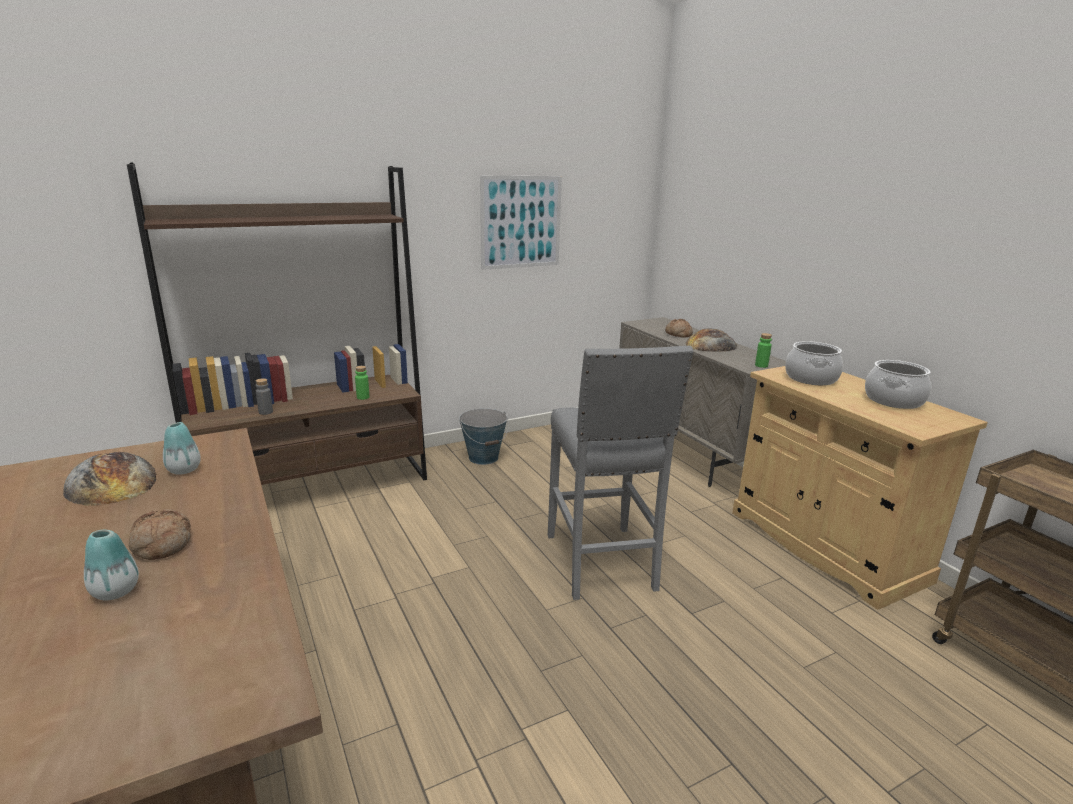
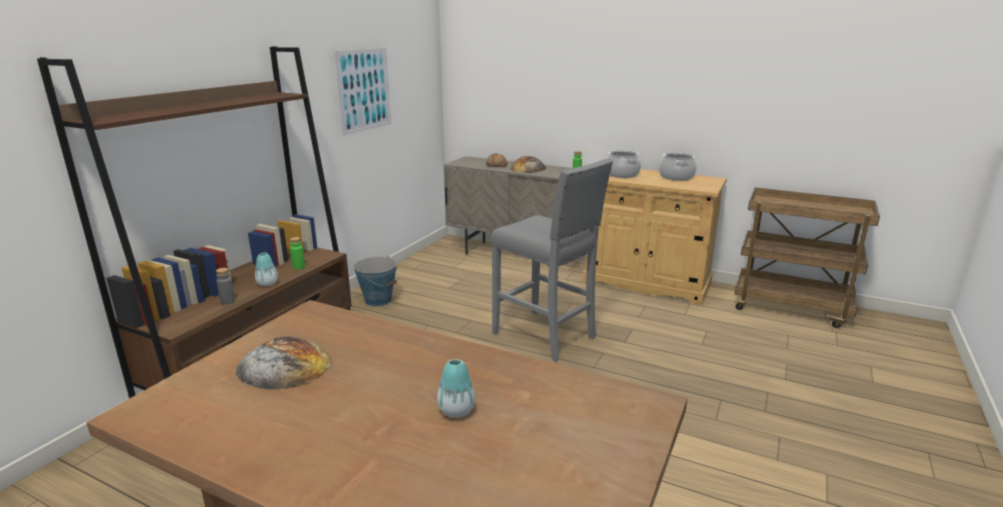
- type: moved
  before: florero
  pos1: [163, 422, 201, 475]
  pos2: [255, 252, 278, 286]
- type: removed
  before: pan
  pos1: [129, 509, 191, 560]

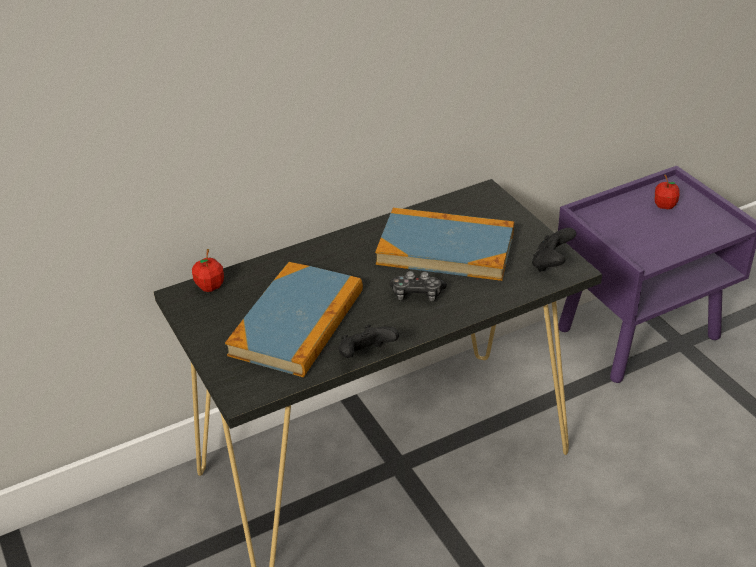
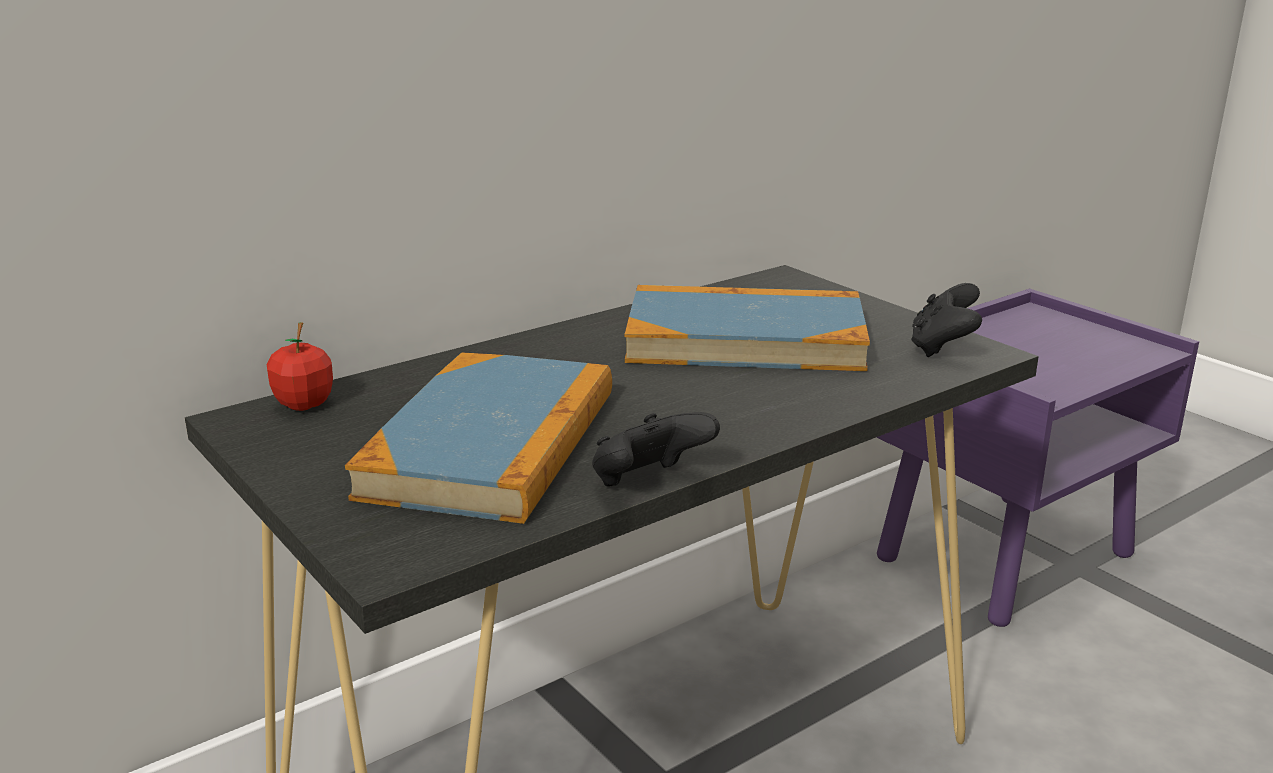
- type: removed
  before: mando de consola
  pos1: [390, 271, 447, 301]
- type: removed
  before: manzana
  pos1: [654, 175, 680, 209]

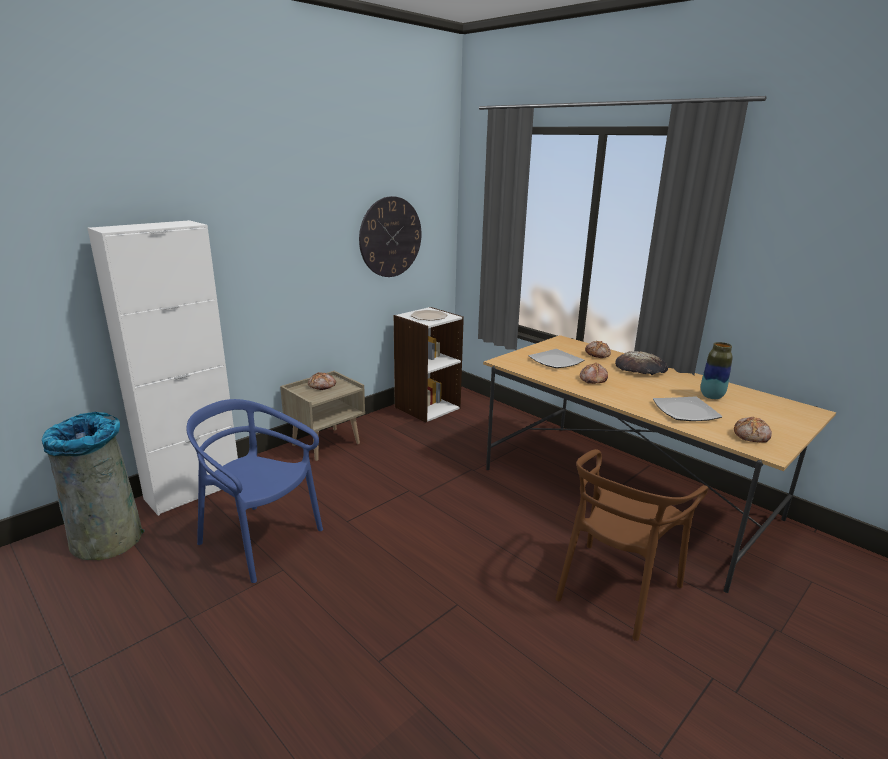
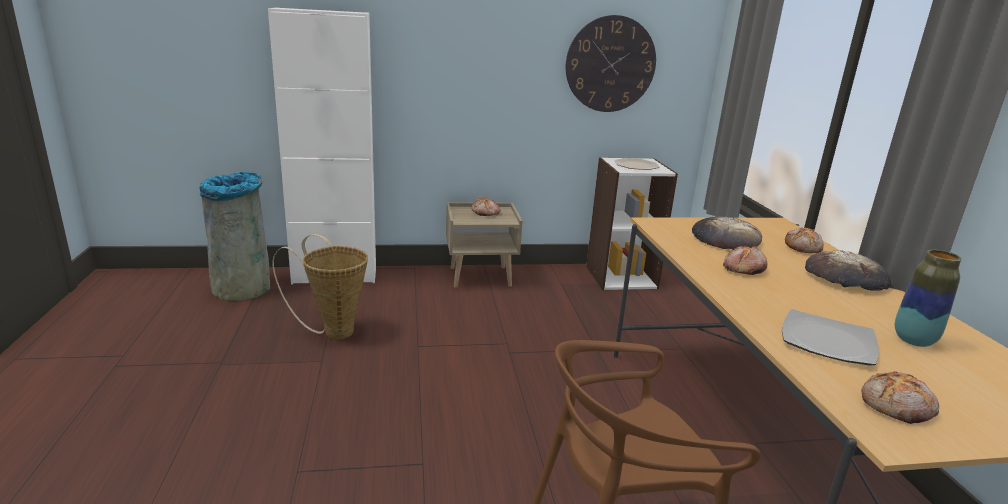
- type: replaced
  before: silla (azul)
  after: cesta
  pos1: [187, 399, 323, 583]
  pos2: [272, 234, 368, 340]
- type: replaced
  before: plato
  after: pan
  pos1: [529, 349, 585, 368]
  pos2: [692, 217, 762, 249]

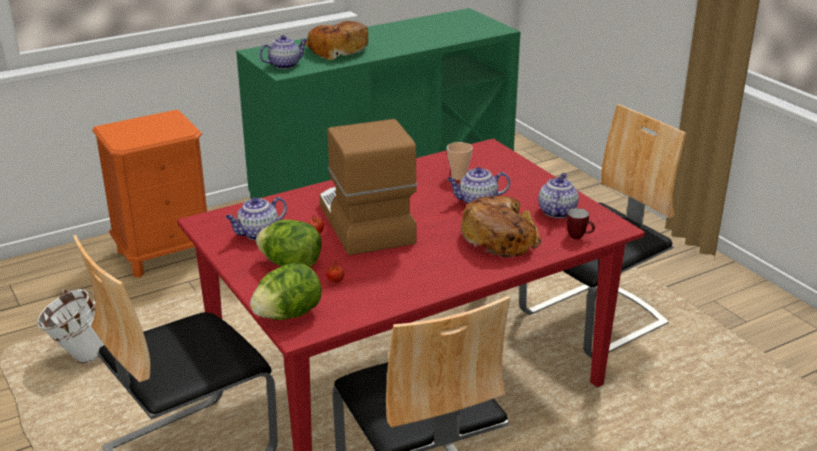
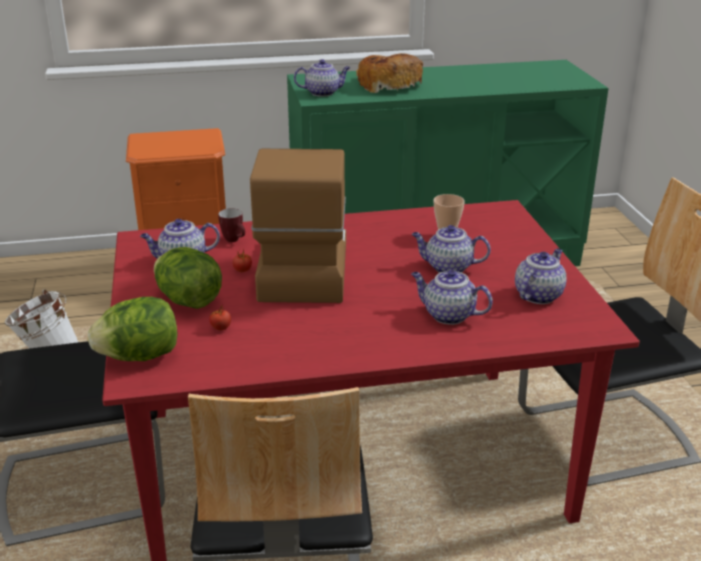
- type: moved
  before: taza grande
  pos1: [566, 208, 595, 240]
  pos2: [218, 208, 245, 242]
- type: replaced
  before: pan
  after: tetera
  pos1: [461, 196, 542, 257]
  pos2: [411, 269, 493, 325]

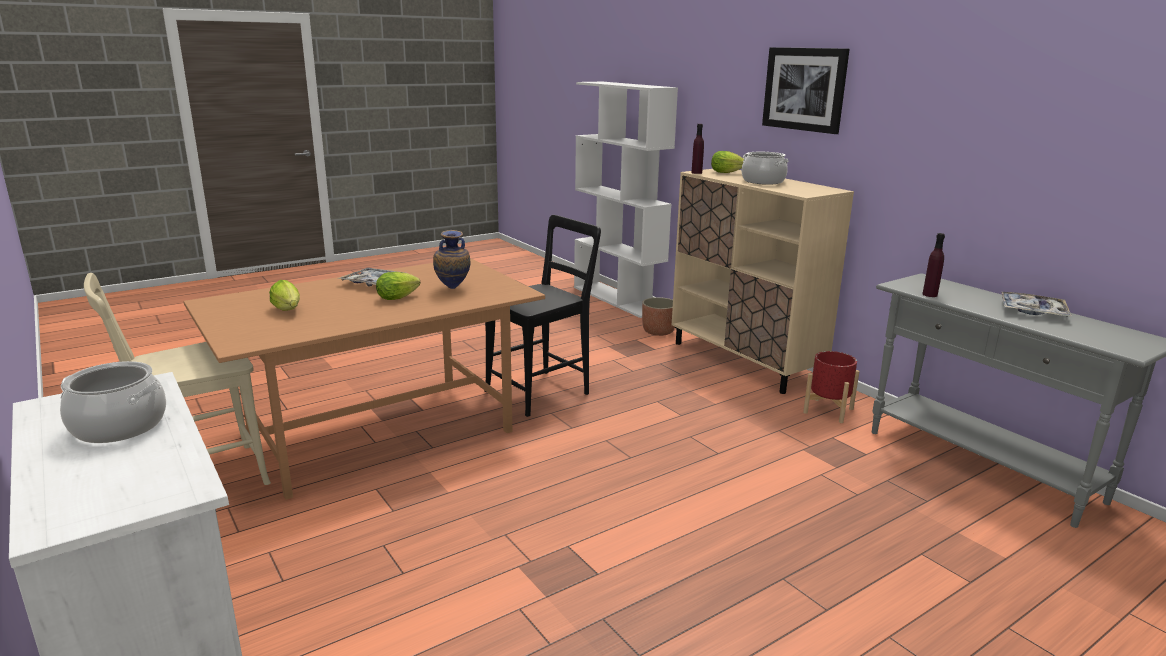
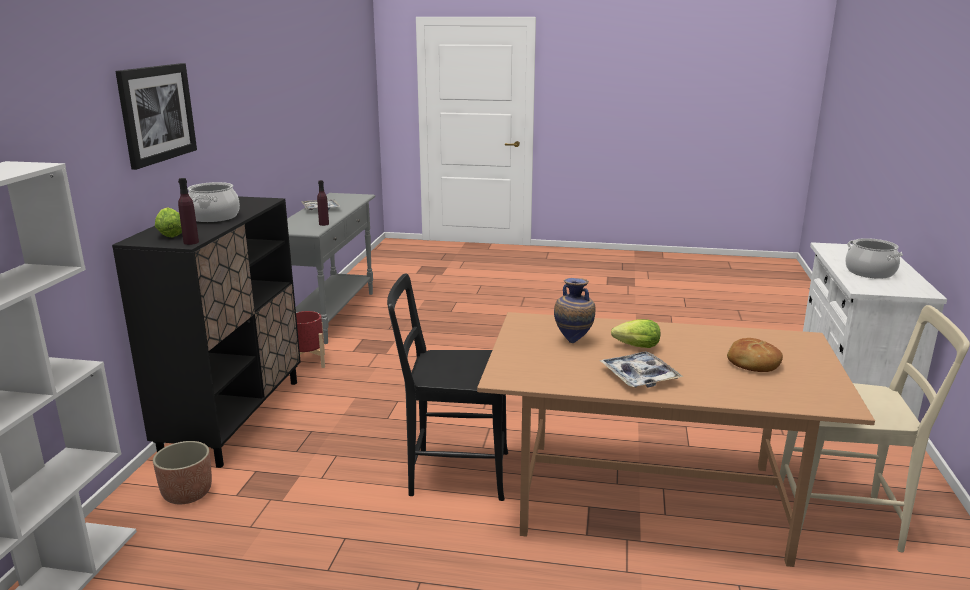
- type: recoloured
  before: armario (beis)
  after: armario (negro)
  pos1: [672, 169, 854, 394]
  pos2: [112, 196, 301, 468]
- type: replaced
  before: lechuga
  after: pan
  pos1: [269, 280, 300, 311]
  pos2: [727, 338, 783, 372]

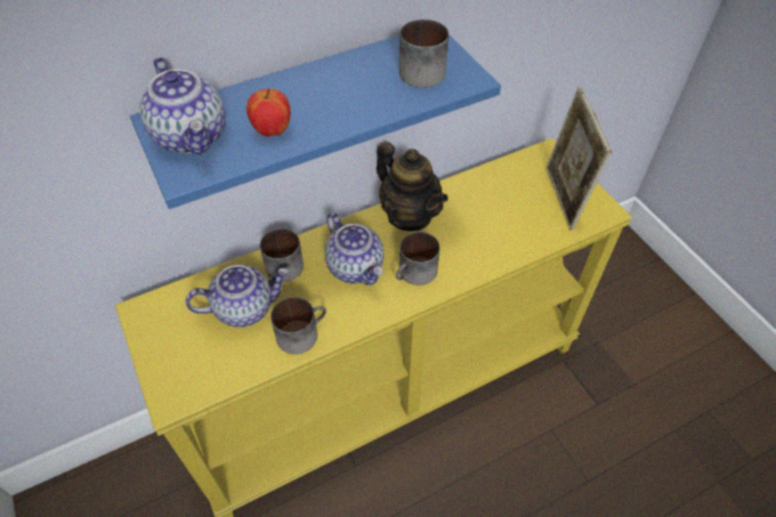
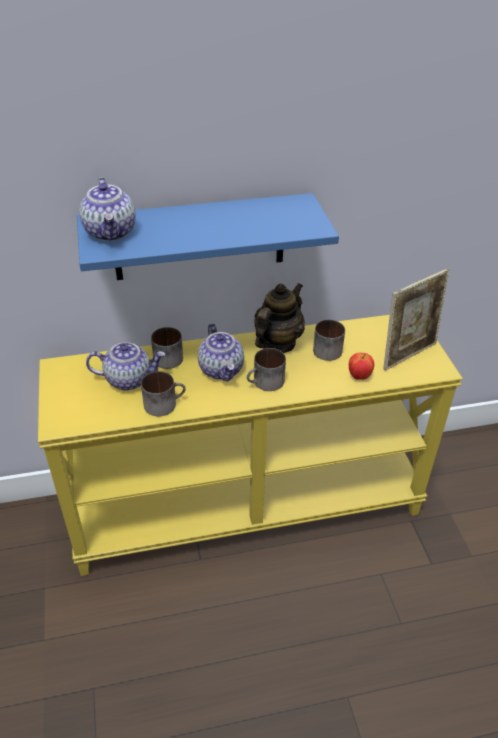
- type: turned
  before: tetera
  pos1: [376, 142, 448, 231]
  pos2: [254, 283, 305, 353]
  turn: -120
- type: moved
  before: taza grande
  pos1: [399, 19, 449, 88]
  pos2: [313, 320, 345, 361]
- type: moved
  before: manzana
  pos1: [246, 89, 291, 137]
  pos2: [349, 353, 374, 380]
- type: turned
  before: portarretratos
  pos1: [546, 87, 612, 230]
  pos2: [383, 269, 449, 371]
  turn: -135

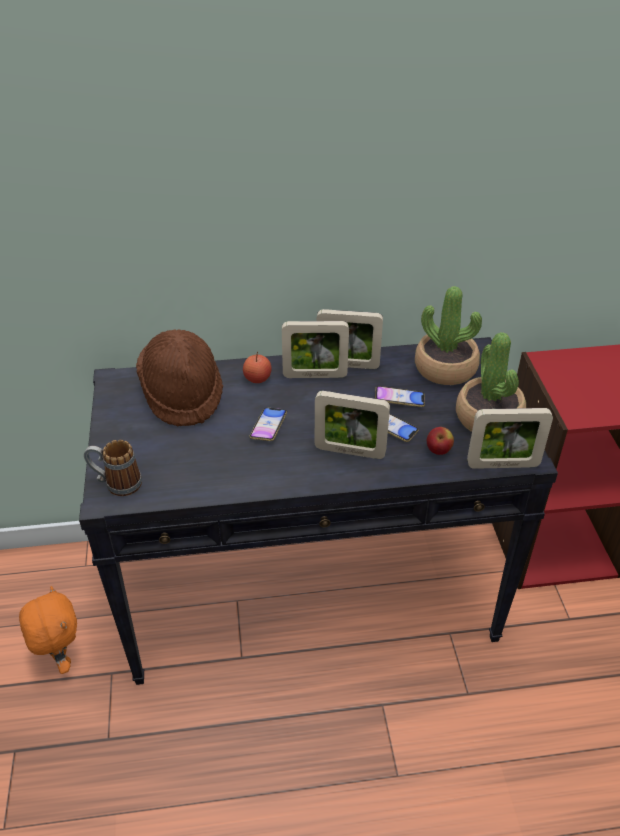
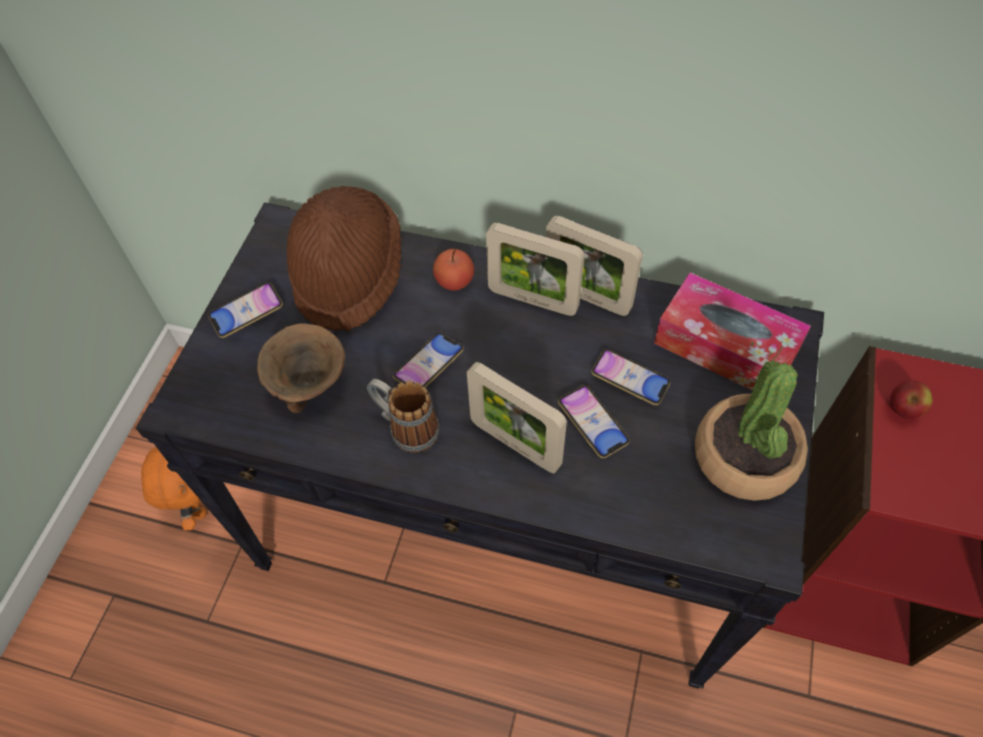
- type: added
  after: móvil
  pos2: [208, 282, 283, 338]
- type: added
  after: cuenco (marrón)
  pos2: [257, 323, 345, 413]
- type: moved
  before: taza grande
  pos1: [84, 440, 142, 496]
  pos2: [367, 379, 440, 453]
- type: replaced
  before: planta en maceta
  after: caja de pañuelos
  pos1: [415, 286, 482, 385]
  pos2: [654, 273, 811, 391]
- type: moved
  before: manzana
  pos1: [427, 427, 454, 455]
  pos2: [890, 380, 933, 419]
- type: removed
  before: portarretratos
  pos1: [467, 408, 553, 469]

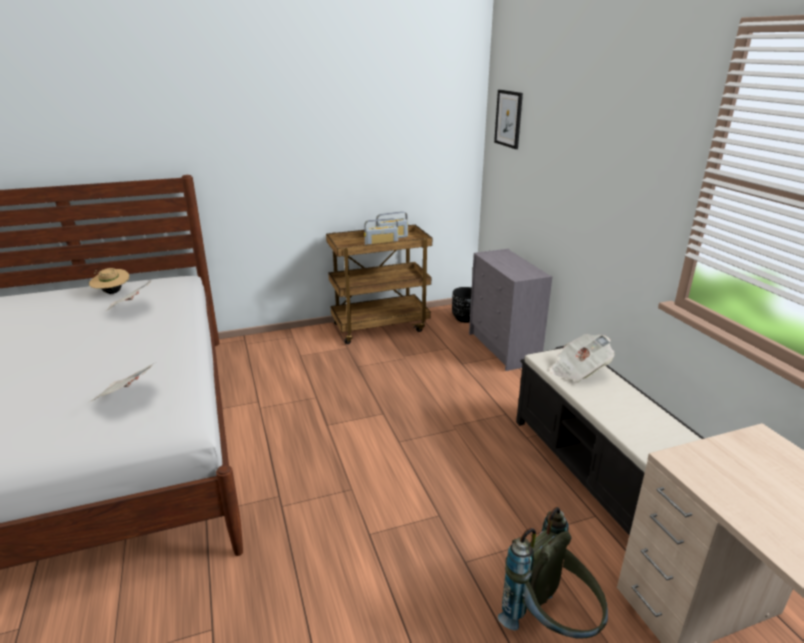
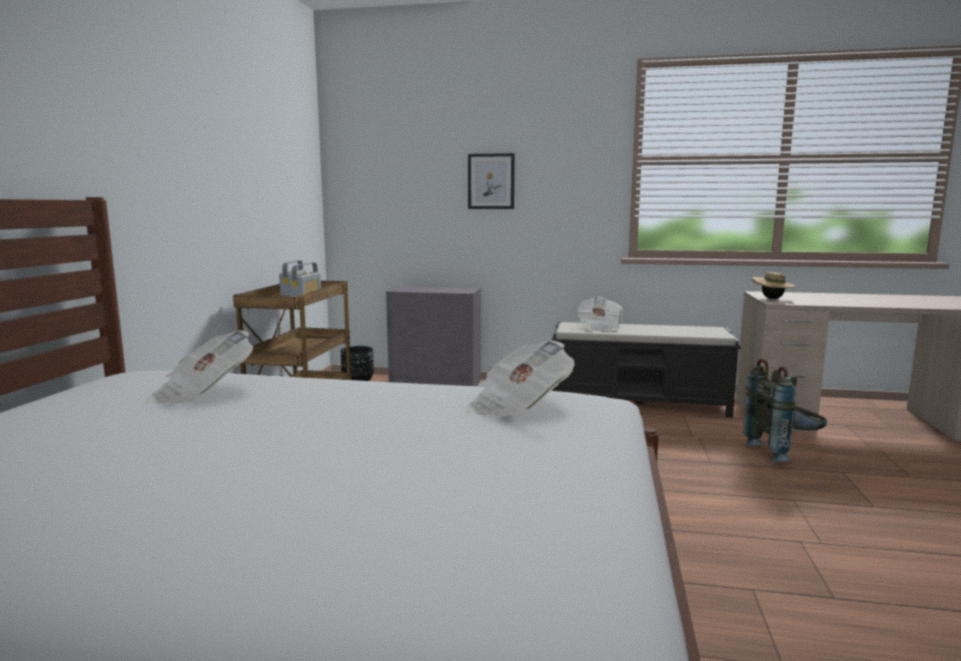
- type: moved
  before: cuadro
  pos1: [494, 90, 523, 149]
  pos2: [468, 153, 515, 209]
- type: moved
  before: sombrero (beis)
  pos1: [89, 268, 129, 294]
  pos2: [752, 272, 796, 299]

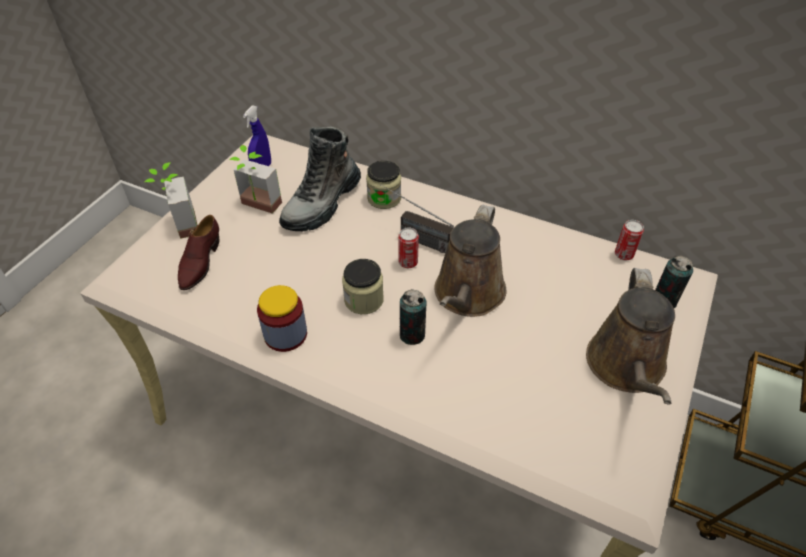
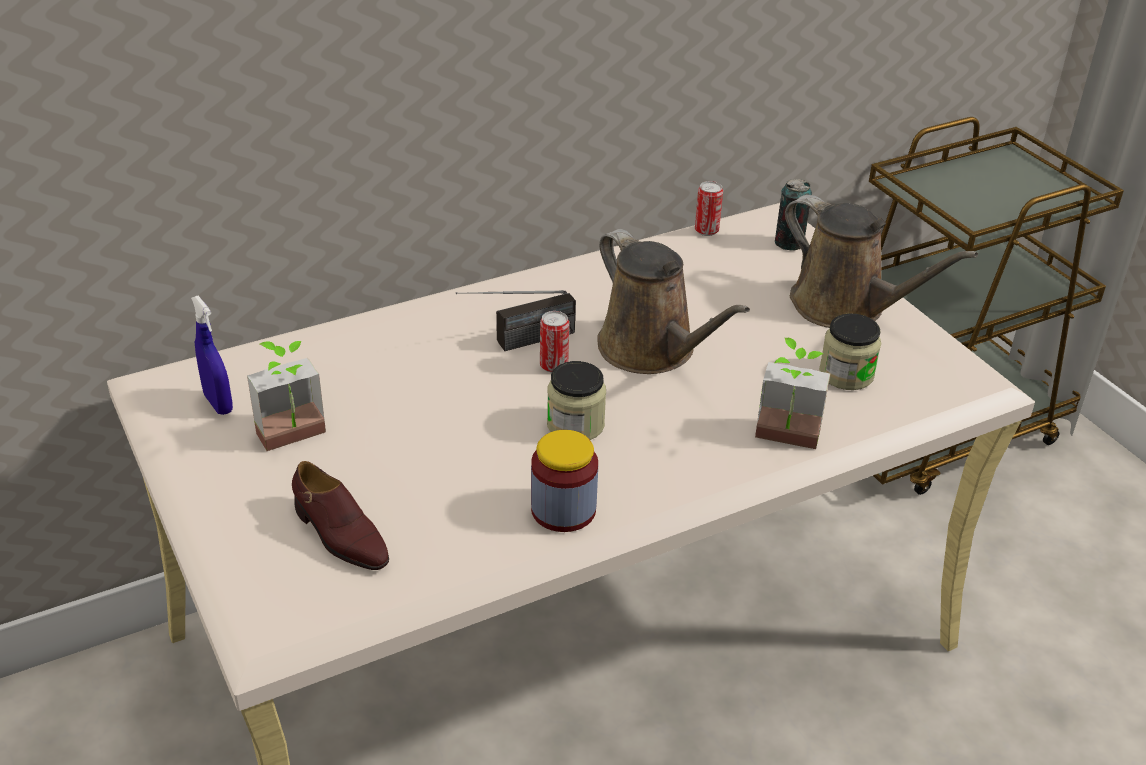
- type: moved
  before: planta en maceta
  pos1: [144, 163, 198, 239]
  pos2: [755, 338, 830, 449]
- type: moved
  before: tarro
  pos1: [366, 161, 401, 209]
  pos2: [819, 314, 881, 390]
- type: removed
  before: bota
  pos1: [279, 126, 361, 232]
- type: removed
  before: lata
  pos1: [400, 289, 427, 345]

